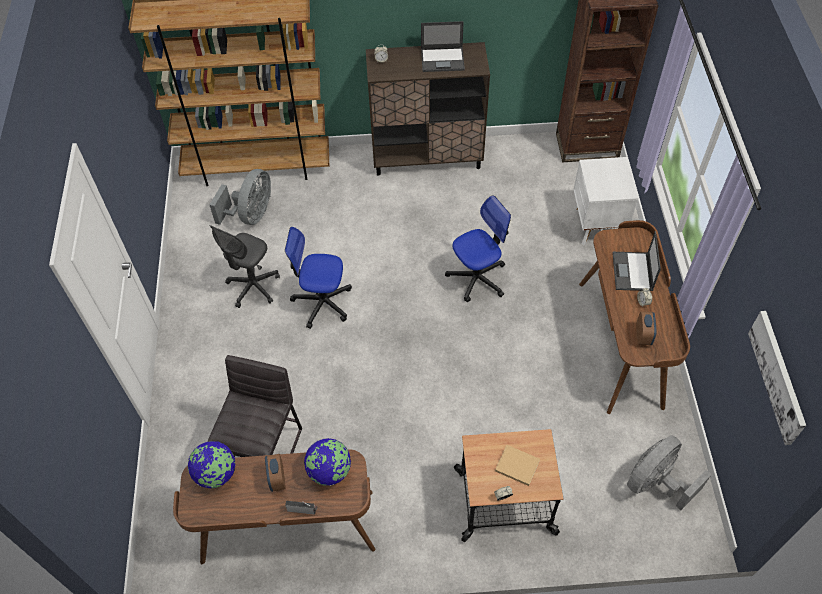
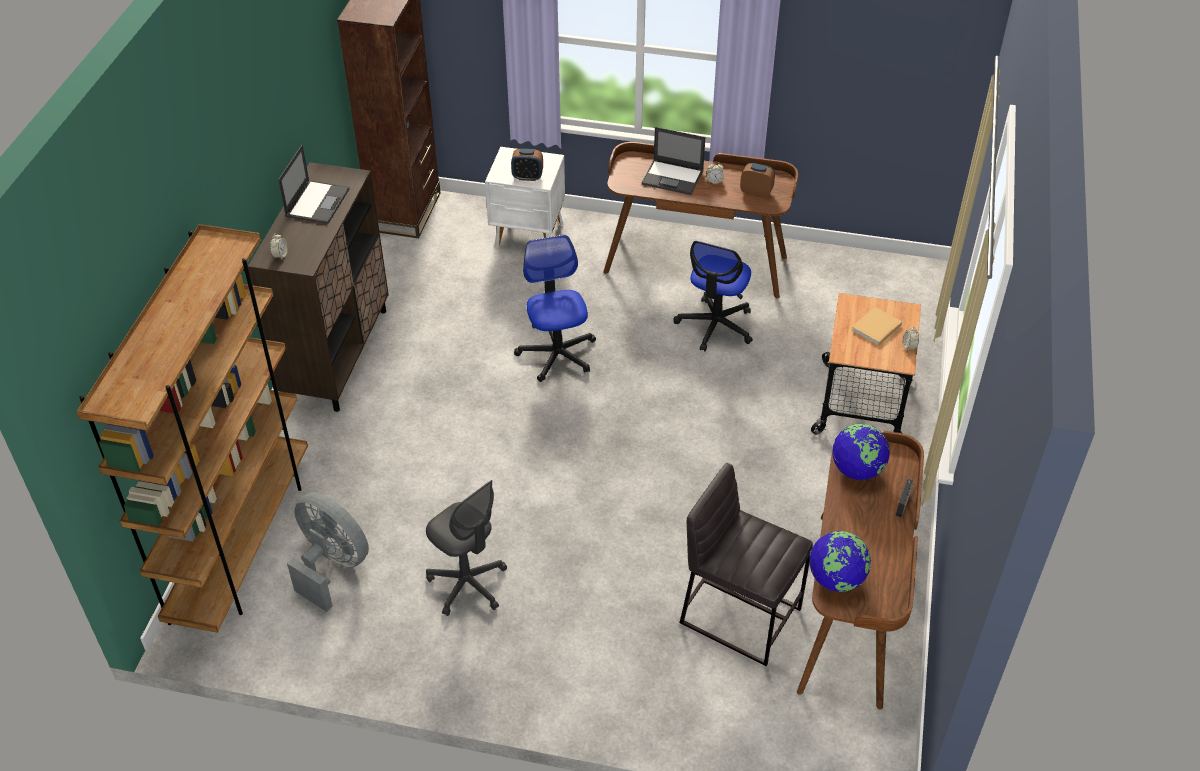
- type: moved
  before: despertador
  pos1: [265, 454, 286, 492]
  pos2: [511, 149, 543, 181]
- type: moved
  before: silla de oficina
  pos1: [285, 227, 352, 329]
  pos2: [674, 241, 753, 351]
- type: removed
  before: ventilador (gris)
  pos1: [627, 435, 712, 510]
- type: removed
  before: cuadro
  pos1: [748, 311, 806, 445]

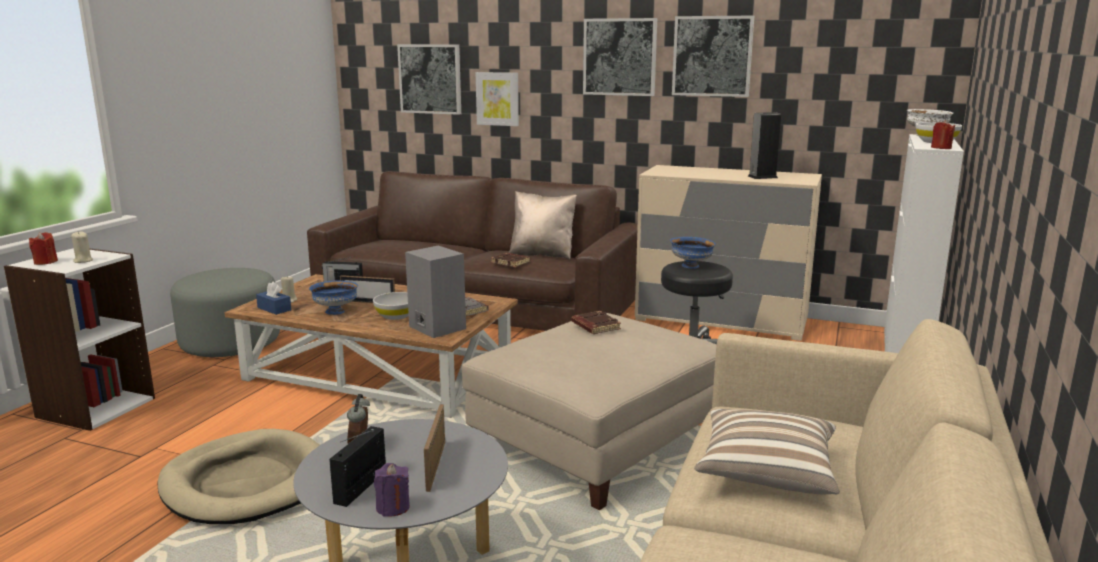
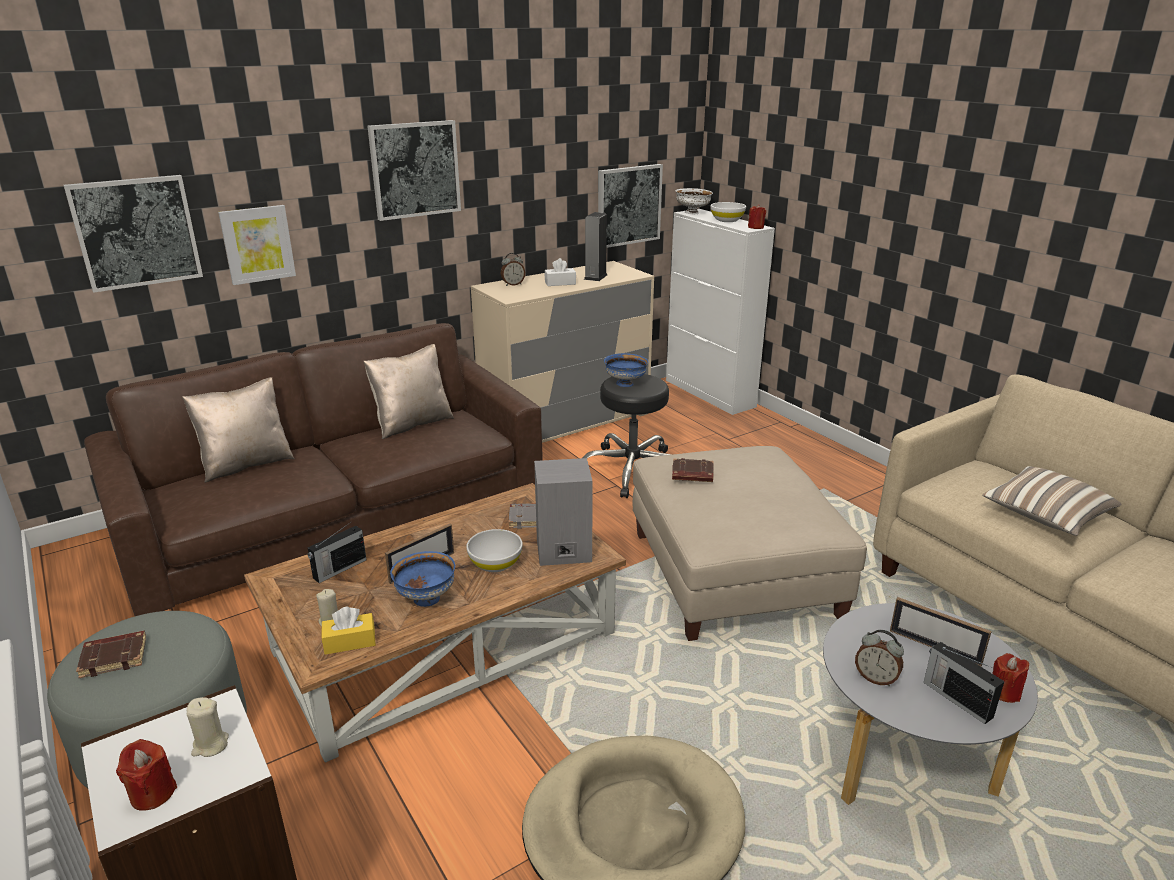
- type: moved
  before: libro (marrón)
  pos1: [491, 253, 530, 267]
  pos2: [76, 631, 146, 678]
- type: added
  after: cojín (beis)
  pos2: [182, 377, 295, 483]
- type: recoloured
  before: caja de pañuelos (azul)
  after: caja de pañuelos (amarillo)
  pos1: [256, 282, 291, 315]
  pos2: [322, 607, 376, 655]
- type: added
  after: despertador
  pos2: [501, 253, 525, 286]
- type: added
  after: caja de pañuelos (blanco)
  pos2: [545, 258, 576, 286]
- type: moved
  before: cuadro
  pos1: [672, 15, 754, 97]
  pos2: [598, 164, 663, 248]
- type: recoloured
  before: vela (morado)
  after: vela (rojo)
  pos1: [374, 463, 410, 517]
  pos2: [992, 653, 1029, 703]

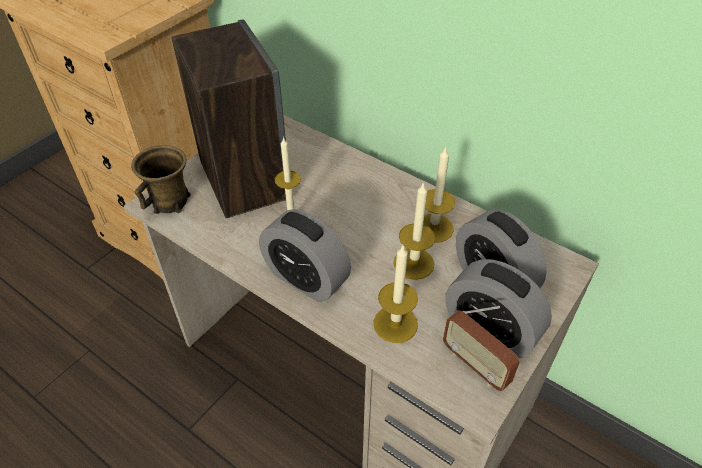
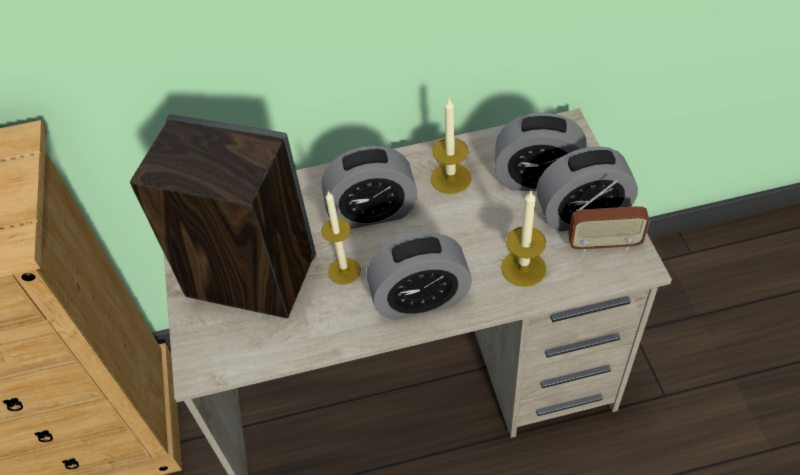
- type: added
  after: despertador
  pos2: [322, 146, 417, 229]
- type: removed
  before: taza grande (marrón)
  pos1: [131, 145, 191, 214]
- type: removed
  before: vela
  pos1: [393, 182, 435, 280]

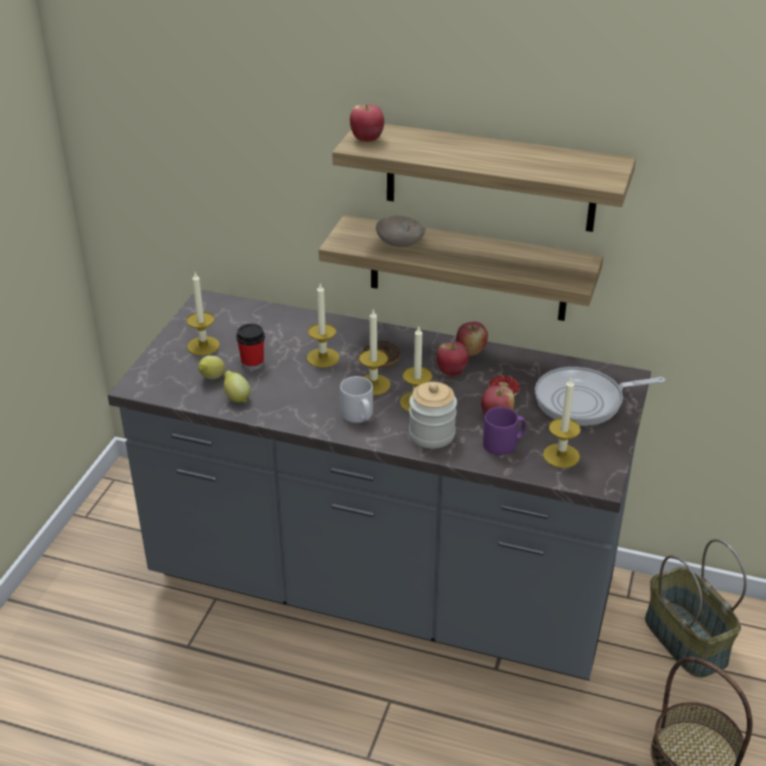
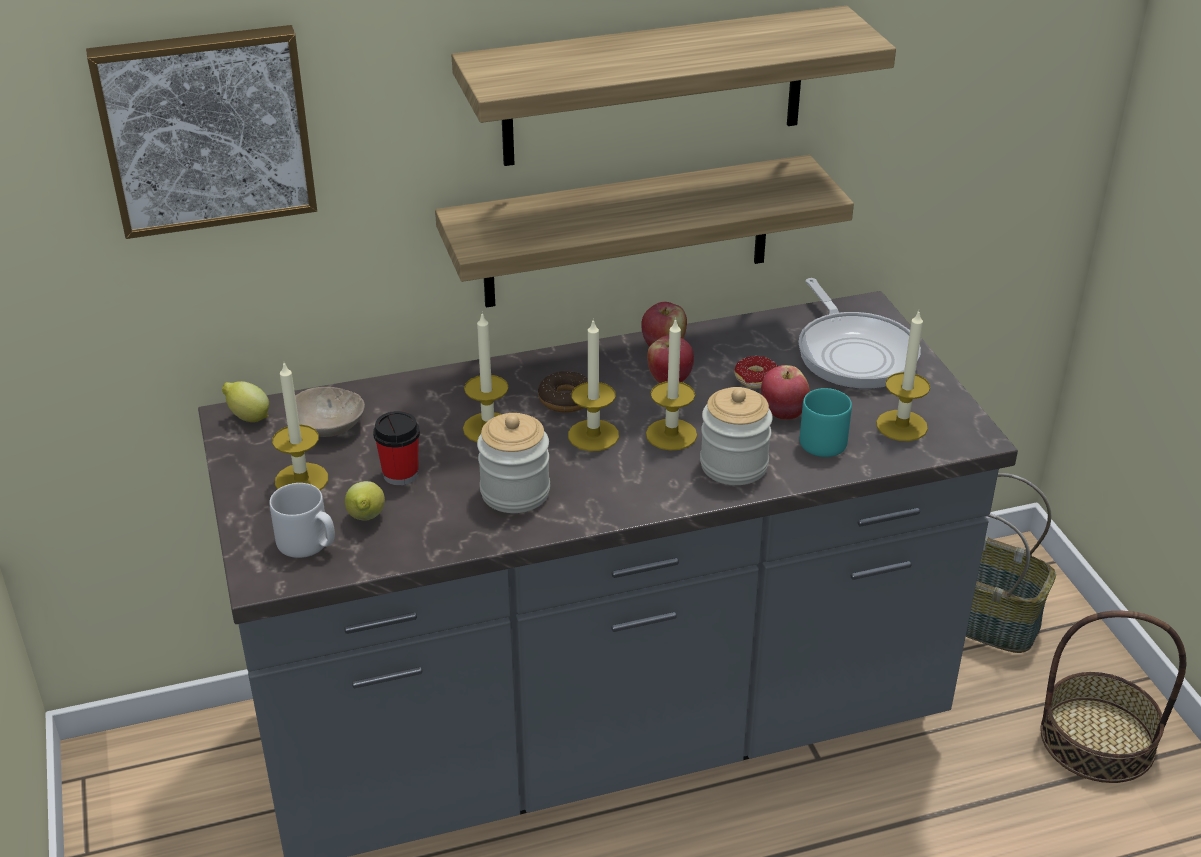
- type: added
  after: cuadro
  pos2: [86, 25, 317, 239]
- type: moved
  before: limón
  pos1: [224, 370, 250, 403]
  pos2: [222, 381, 269, 422]
- type: moved
  before: taza grande (gris)
  pos1: [340, 376, 373, 423]
  pos2: [269, 483, 335, 558]
- type: moved
  before: cuenco (beis)
  pos1: [376, 215, 426, 247]
  pos2: [295, 387, 365, 437]
- type: added
  after: tarro
  pos2: [477, 413, 550, 513]
- type: turned
  before: sartén
  pos1: [535, 367, 665, 426]
  pos2: [798, 278, 921, 389]
  turn: -60
- type: recoloured
  before: taza grande (morado)
  after: taza grande (turquesa)
  pos1: [483, 407, 526, 455]
  pos2: [800, 388, 852, 457]
- type: removed
  before: manzana
  pos1: [350, 104, 384, 142]

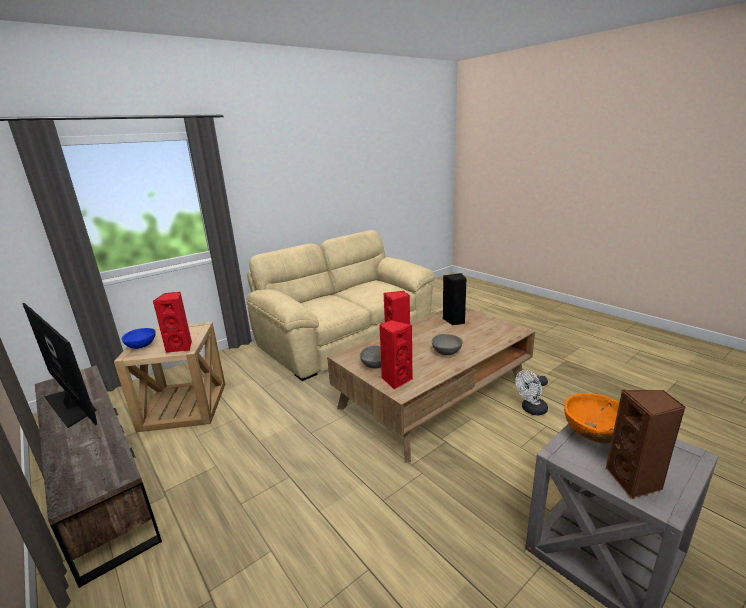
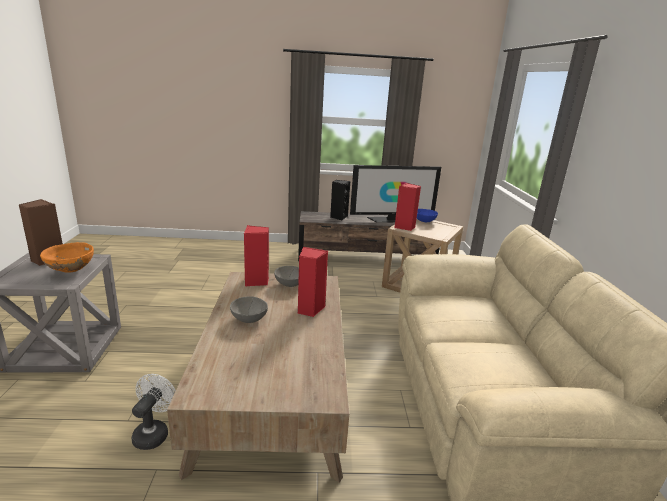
- type: moved
  before: altavoz (negro)
  pos1: [443, 273, 466, 325]
  pos2: [330, 180, 350, 220]

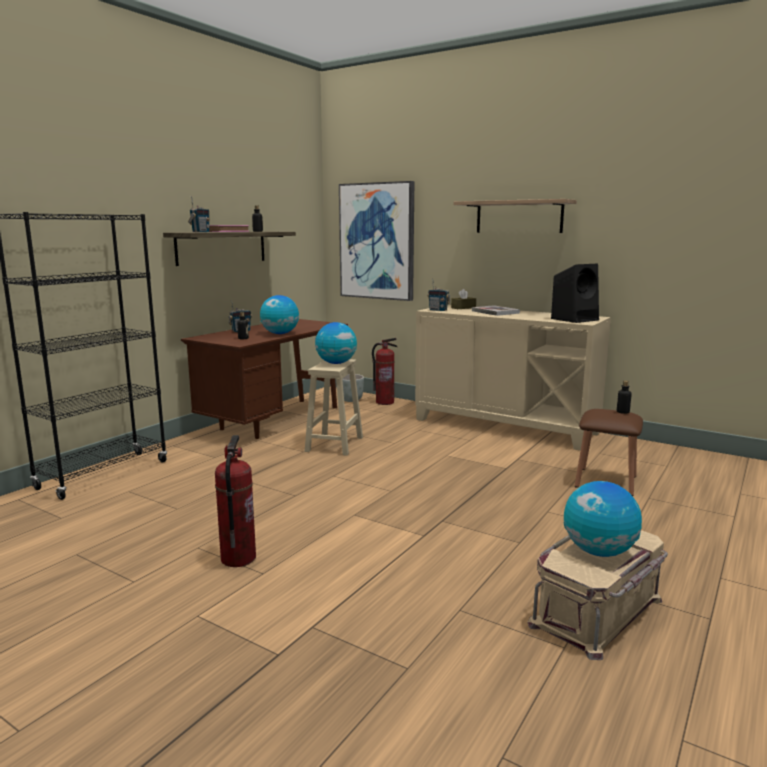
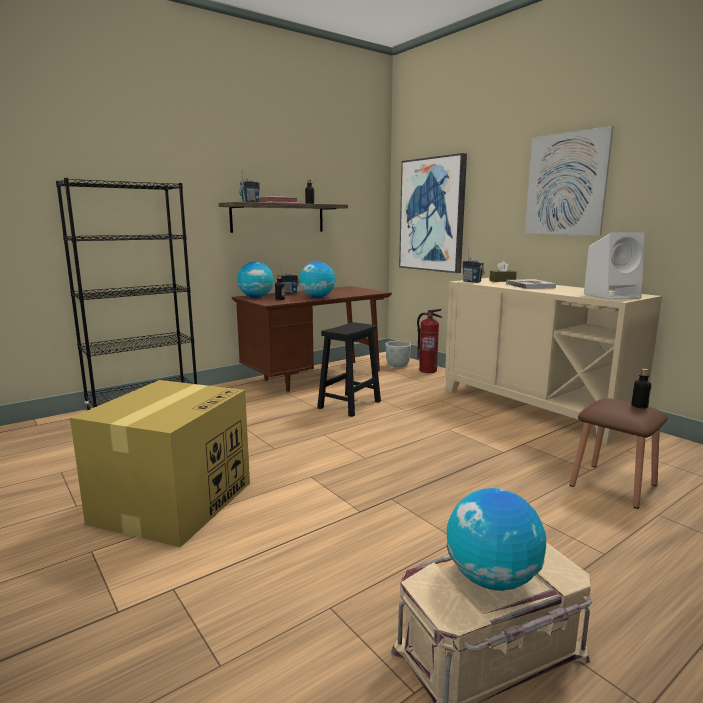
- type: replaced
  before: extintor
  after: caja de cartón
  pos1: [215, 435, 256, 567]
  pos2: [70, 380, 250, 547]
- type: moved
  before: globo terráqueo
  pos1: [315, 322, 357, 364]
  pos2: [237, 261, 274, 298]
- type: recoloured
  before: taburete (beis)
  after: taburete (negro)
  pos1: [305, 359, 363, 456]
  pos2: [317, 322, 381, 417]
- type: replaced
  before: estante
  after: cuadro
  pos1: [454, 199, 577, 233]
  pos2: [525, 126, 614, 235]
- type: recoloured
  before: altavoz (negro)
  after: altavoz (blanco)
  pos1: [551, 264, 599, 323]
  pos2: [584, 232, 644, 299]

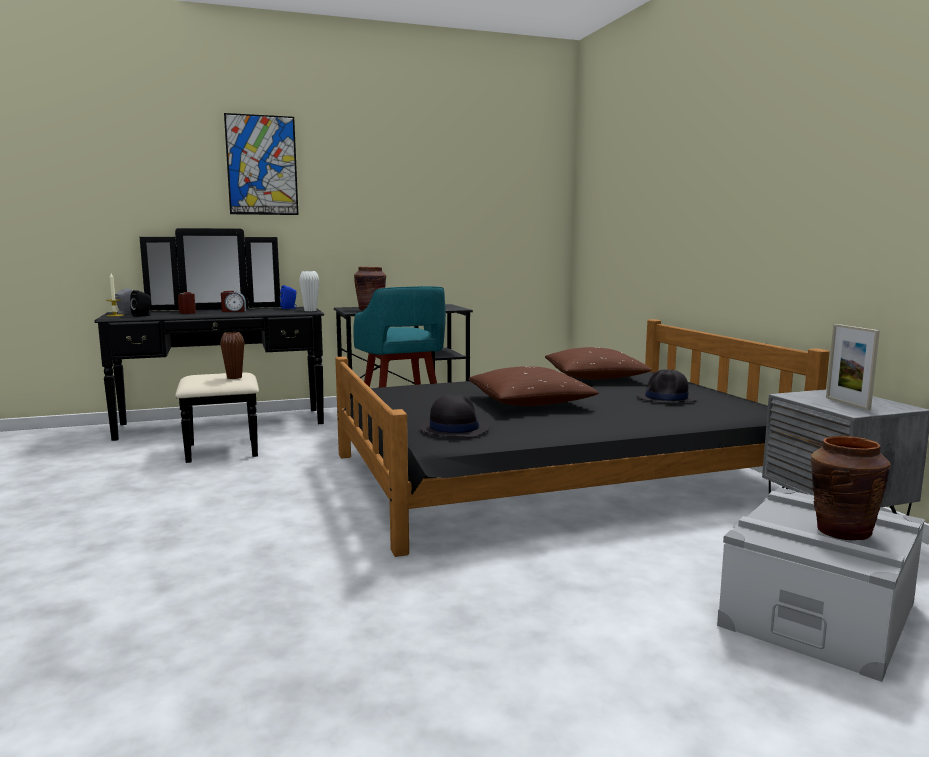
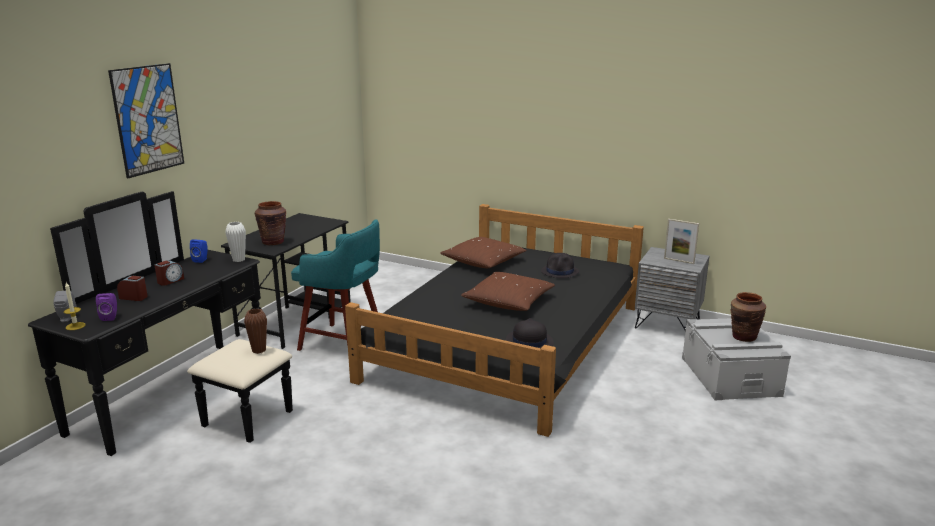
- type: recoloured
  before: altavoz (negro)
  after: altavoz (morado)
  pos1: [130, 290, 151, 317]
  pos2: [96, 293, 117, 321]

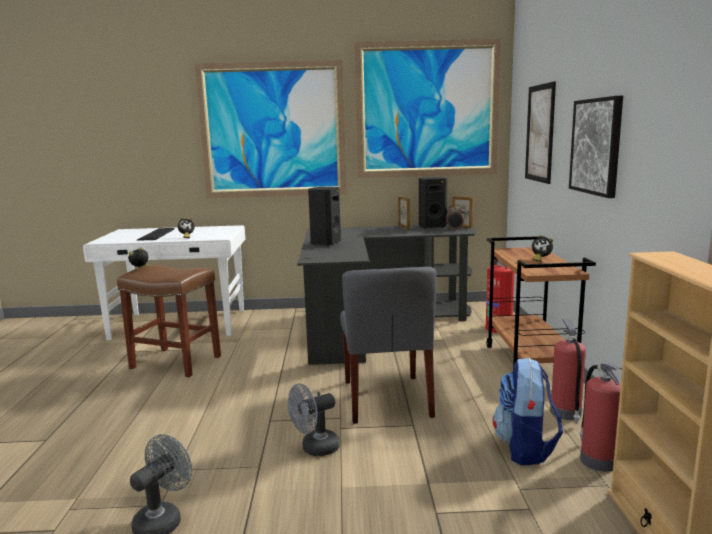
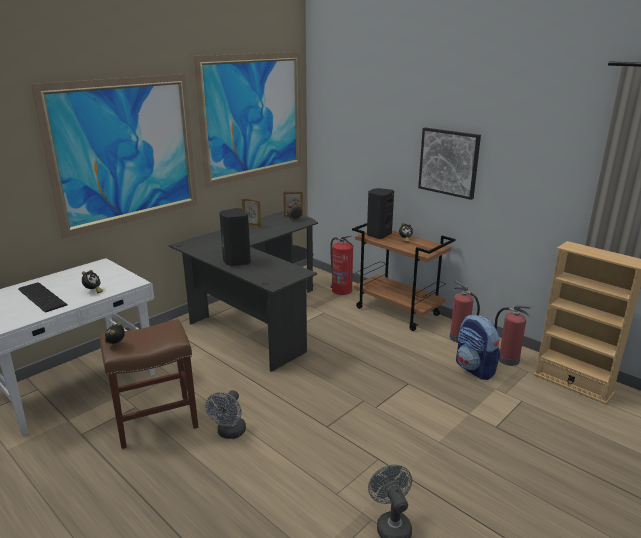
- type: moved
  before: ventilador (gris)
  pos1: [288, 384, 340, 456]
  pos2: [206, 390, 246, 439]
- type: moved
  before: altavoz (negro)
  pos1: [419, 177, 447, 229]
  pos2: [367, 188, 394, 239]
- type: removed
  before: silla (gris)
  pos1: [340, 267, 437, 424]
- type: removed
  before: cuadro
  pos1: [525, 81, 556, 184]

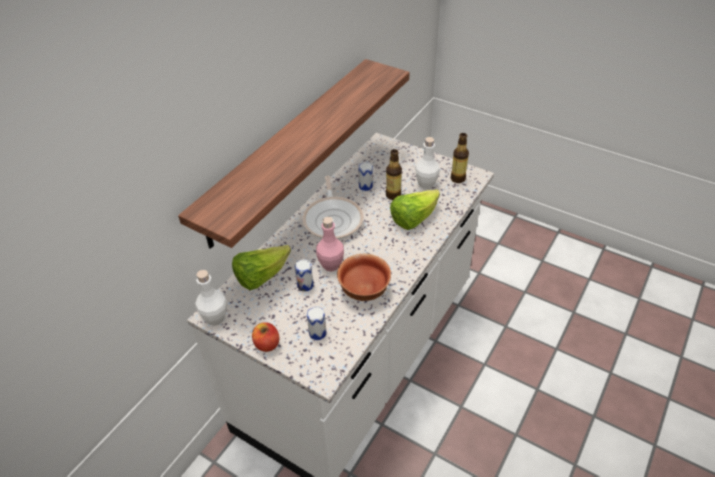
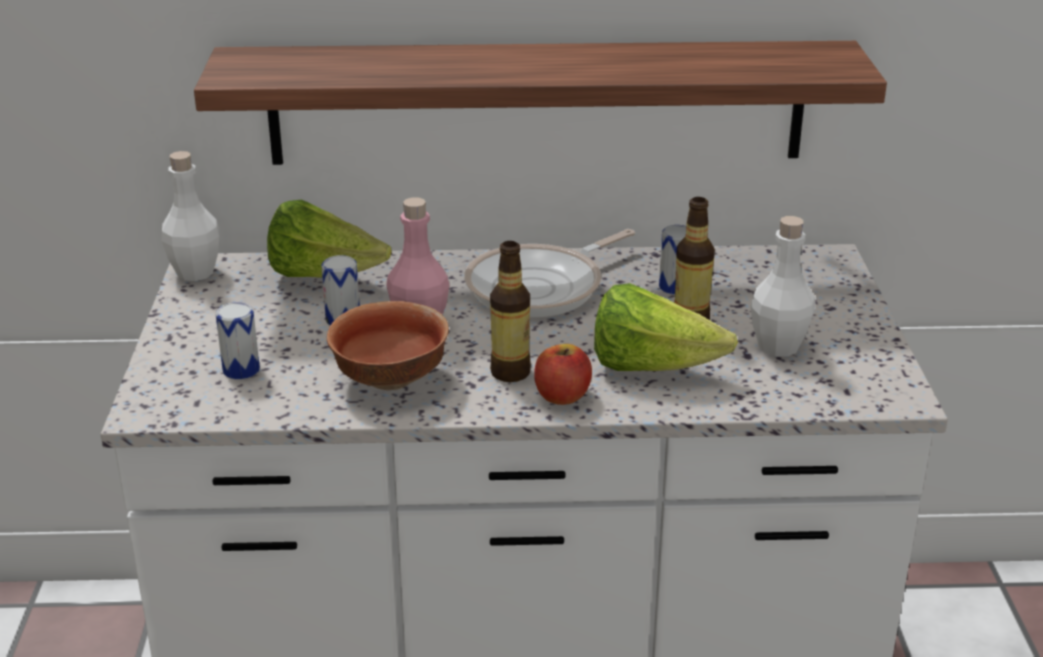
- type: moved
  before: botella
  pos1: [451, 133, 469, 183]
  pos2: [490, 241, 531, 382]
- type: moved
  before: manzana
  pos1: [252, 322, 279, 352]
  pos2: [534, 344, 592, 405]

